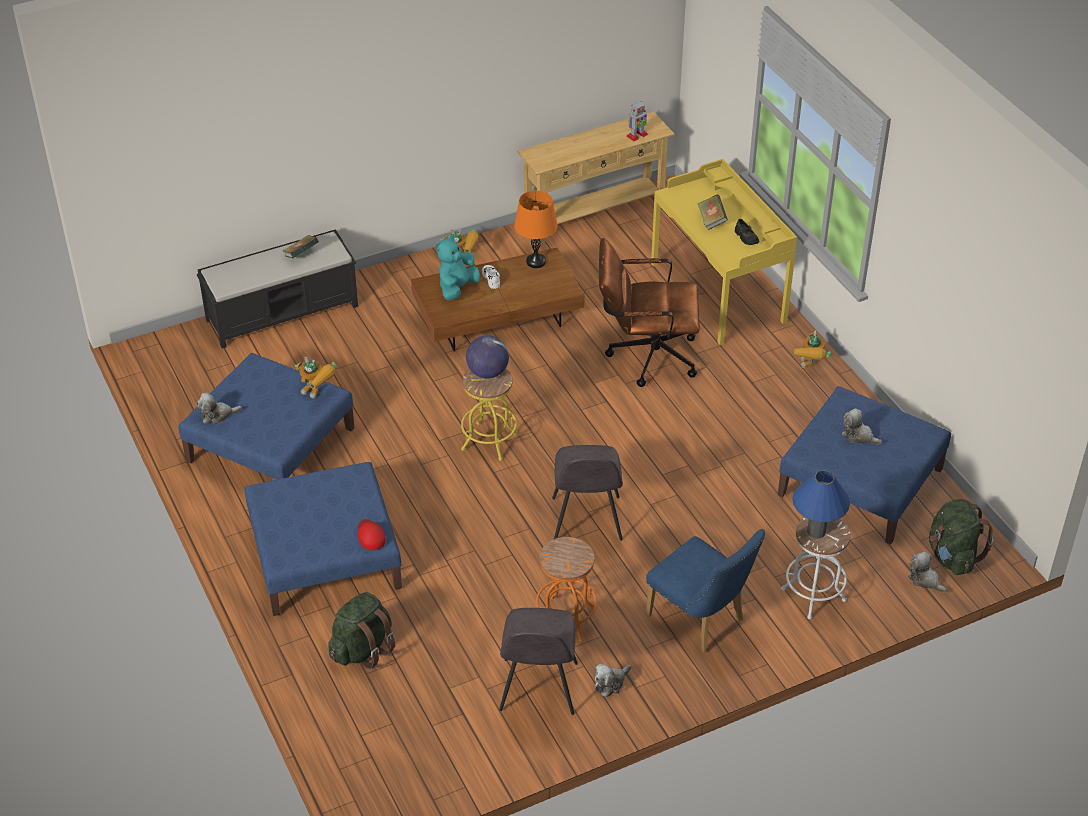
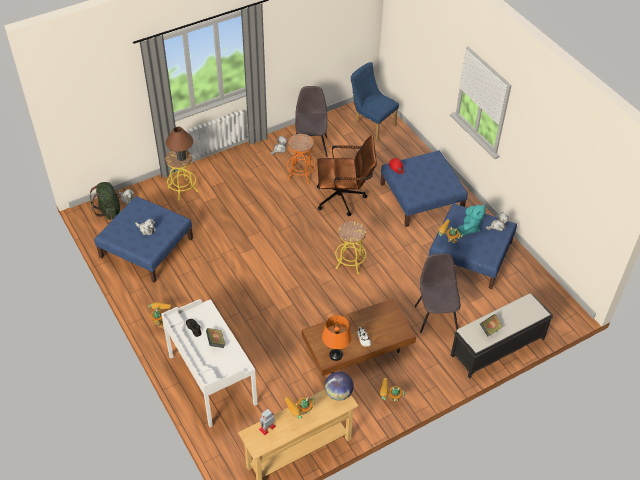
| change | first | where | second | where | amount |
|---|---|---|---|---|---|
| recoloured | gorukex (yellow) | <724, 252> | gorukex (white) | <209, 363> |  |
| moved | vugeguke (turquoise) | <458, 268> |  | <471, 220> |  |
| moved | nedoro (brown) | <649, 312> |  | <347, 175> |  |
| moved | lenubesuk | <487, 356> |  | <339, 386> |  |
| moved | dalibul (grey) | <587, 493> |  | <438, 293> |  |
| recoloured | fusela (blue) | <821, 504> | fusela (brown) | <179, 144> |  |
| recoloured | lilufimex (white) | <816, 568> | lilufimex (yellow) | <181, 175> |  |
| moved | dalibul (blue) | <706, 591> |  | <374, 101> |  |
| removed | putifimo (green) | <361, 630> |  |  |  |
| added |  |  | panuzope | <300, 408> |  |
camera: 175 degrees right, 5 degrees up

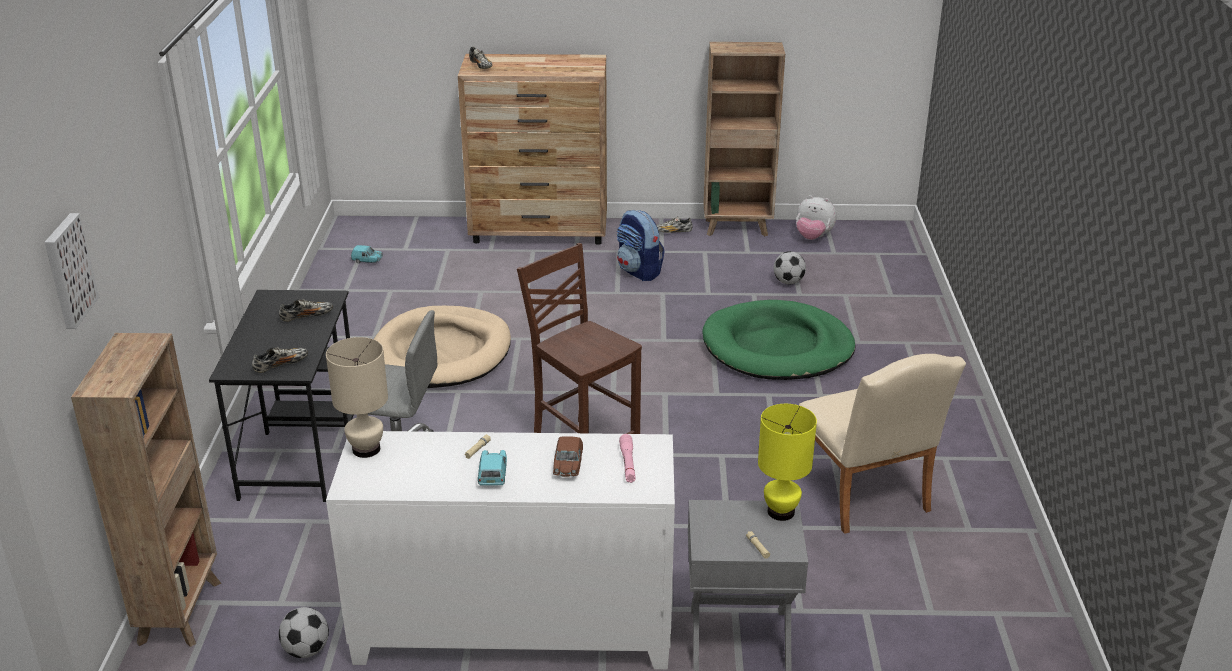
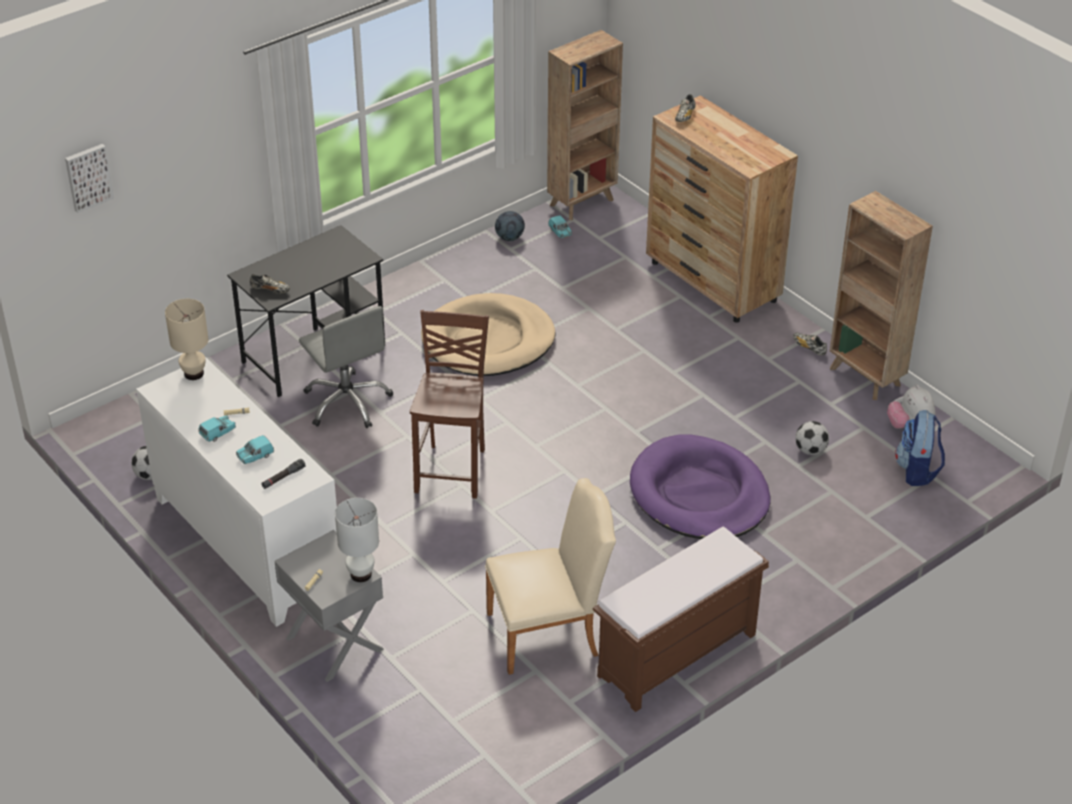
| change | first | where | second | where | amount |
|---|---|---|---|---|---|
| moved | putifimo | <641, 245> |  | <920, 448> |  |
| removed | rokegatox | <306, 310> |  |  |  |
| recoloured | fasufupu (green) | <778, 340> | fasufupu (purple) | <700, 486> |  |
| moved | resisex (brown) | <146, 490> |  | <585, 125> |  |
| turned | dalibul (beige) | <882, 444> |  | <550, 576> | 135 degrees counterclockwise |
| recoloured | fusela (yellow) | <787, 462> | fusela (white) | <357, 540> |  |
| recoloured | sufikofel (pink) | <627, 458> | sufikofel (black) | <283, 474> |  |
| recoloured | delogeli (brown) | <568, 456> | delogeli (turquoise) | <255, 449> |  |
| added |  |  | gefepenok | <510, 226> |  |
| added |  |  | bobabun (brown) | <681, 619> |  |
camera: 50 degrees right, 10 degrees up

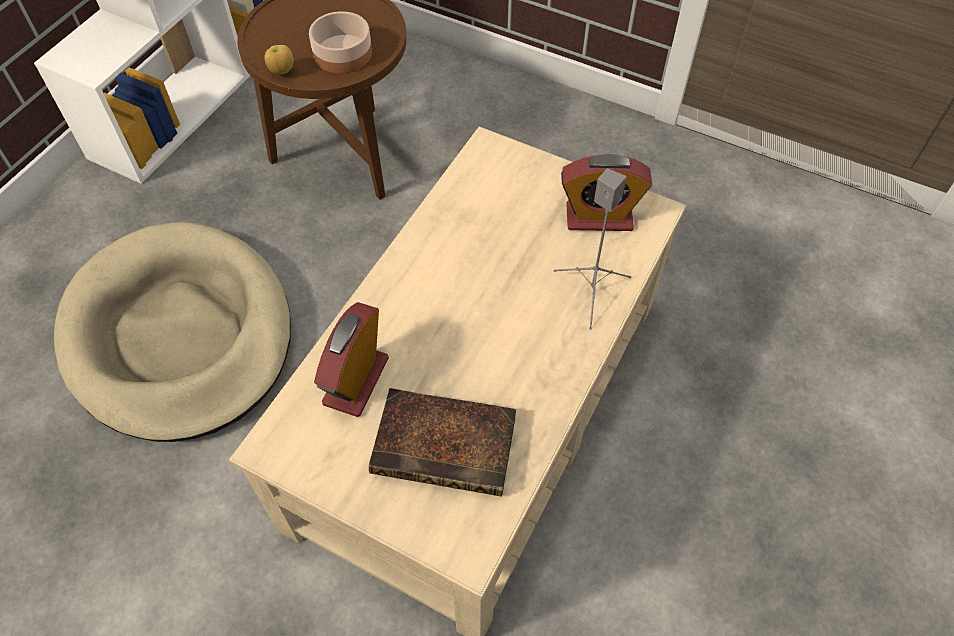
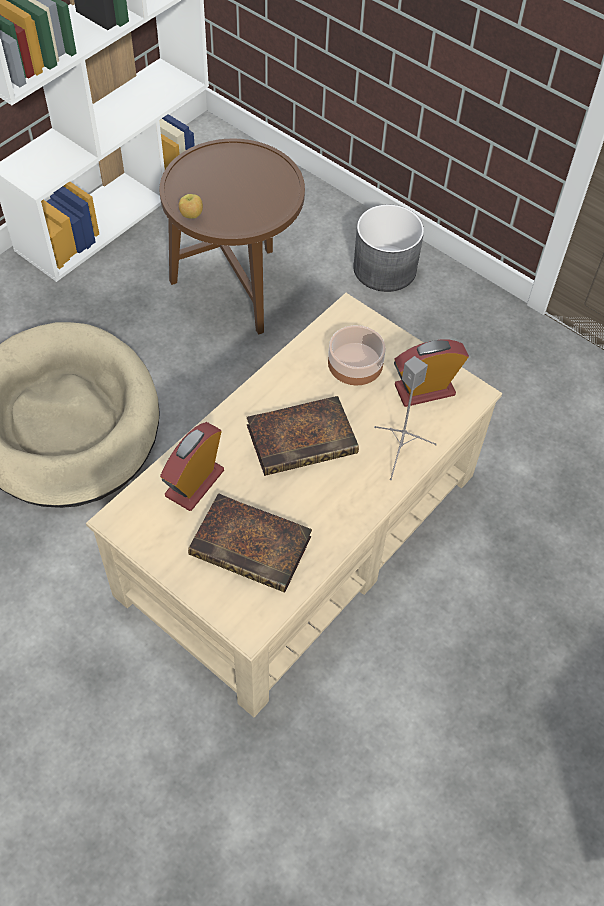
| change | first | where | second | where | amount |
|---|---|---|---|---|---|
| moved | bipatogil | <340, 42> |  | <357, 355> |  |
| turned | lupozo | <606, 192> |  | <431, 373> | 150 degrees clockwise |
| added |  |  | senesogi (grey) | <388, 248> |  |
| added |  |  | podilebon | <303, 436> |  |
camera: 10 degrees right, 0 degrees up

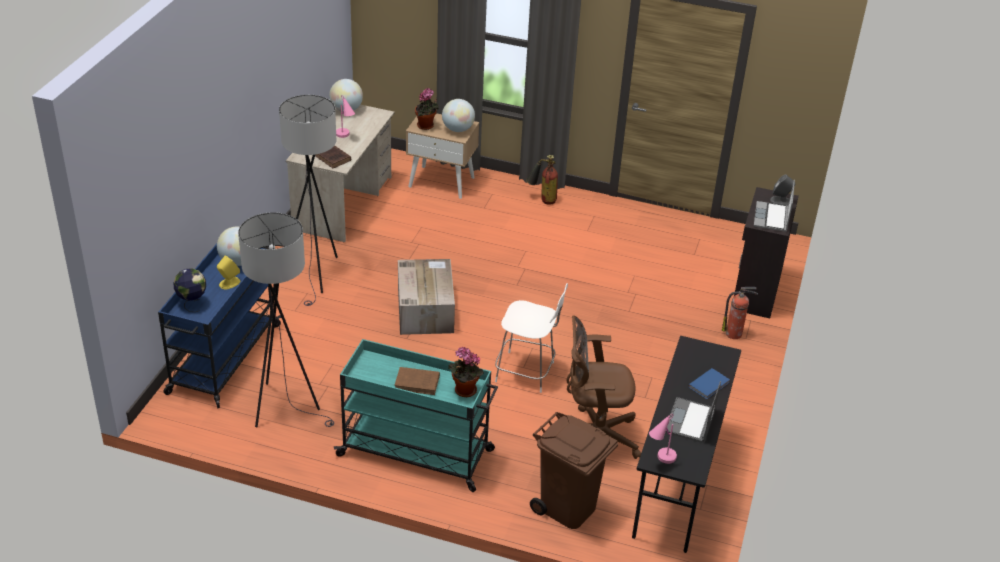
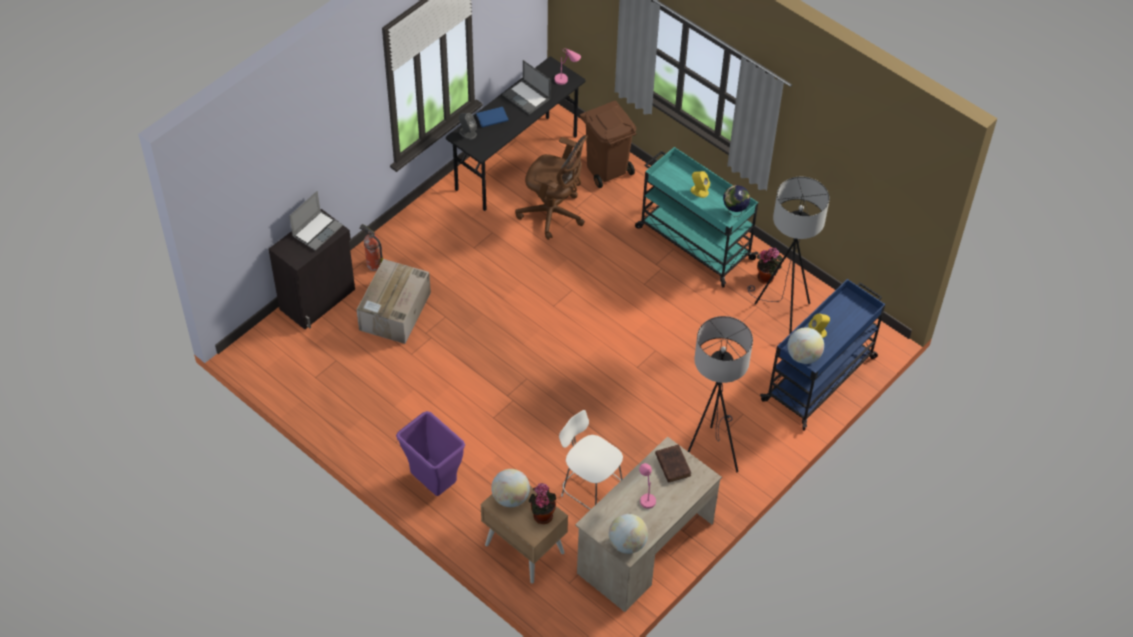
| change | first | where | second | where | amount |
|---|---|---|---|---|---|
| replaced | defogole | <542, 180> | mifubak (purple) | <430, 453> |  |
| moved | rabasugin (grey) | <782, 190> |  | <468, 126> |  |
| moved | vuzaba | <426, 297> |  | <394, 301> |  |
| moved | lenubesuk | <189, 290> |  | <736, 201> |  |
| moved | dalibul (white) | <531, 338> |  | <591, 460> |  |
| moved | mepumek | <466, 372> |  | <769, 265> |  |
| replaced | podilebon (brown) | <417, 381> | rabasugin (yellow) | <700, 184> |  |
| turned | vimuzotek | <693, 412> |  | <526, 87> | 90 degrees clockwise |
camera: 155 degrees left, 15 degrees up

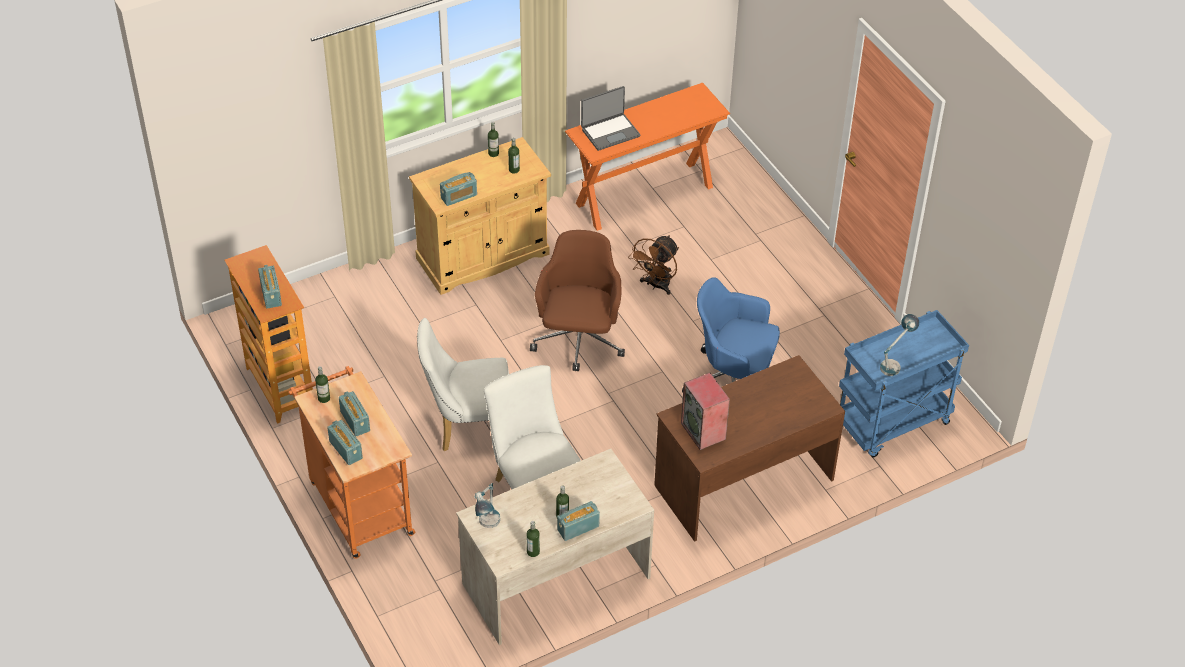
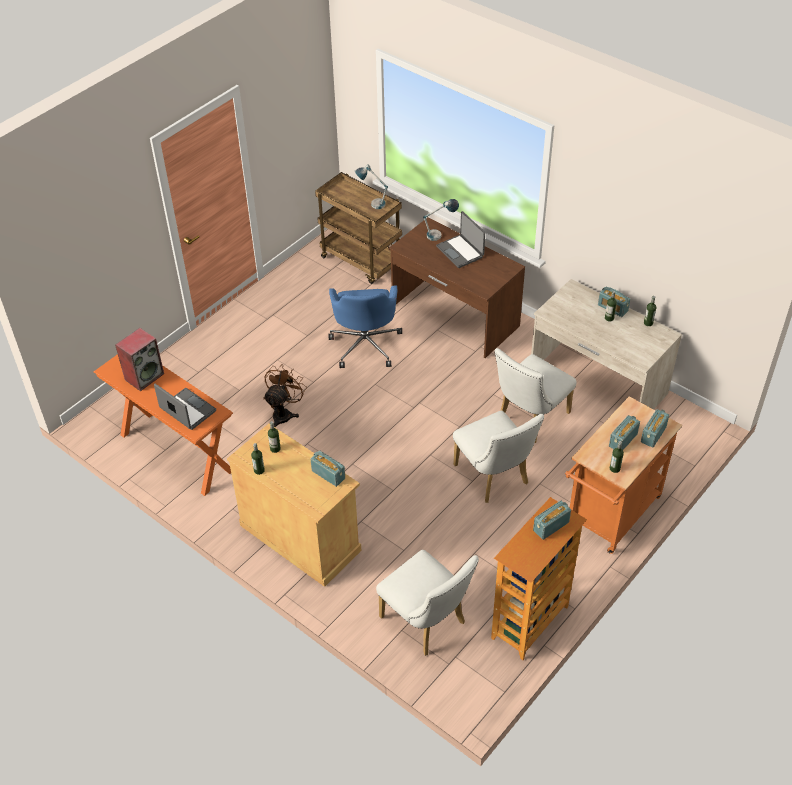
| change | first | where | second | where | amount |
|---|---|---|---|---|---|
| removed | nedoro (brown) | <577, 300> |  |  |  |
| turned | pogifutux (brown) | <653, 265> |  | <285, 396> | 75 degrees counterclockwise |
| recoloured | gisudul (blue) | <904, 383> | gisudul (brown) | <358, 228> |  |
| moved | rabasugin | <705, 411> |  | <139, 359> |  |
| moved | fusela | <487, 505> |  | <441, 220> |  |
| added |  |  | vimuzotek | <460, 239> |  |
| added |  |  | dalibul (white) | <427, 603> |  |
camera: 110 degrees left, 0 degrees up

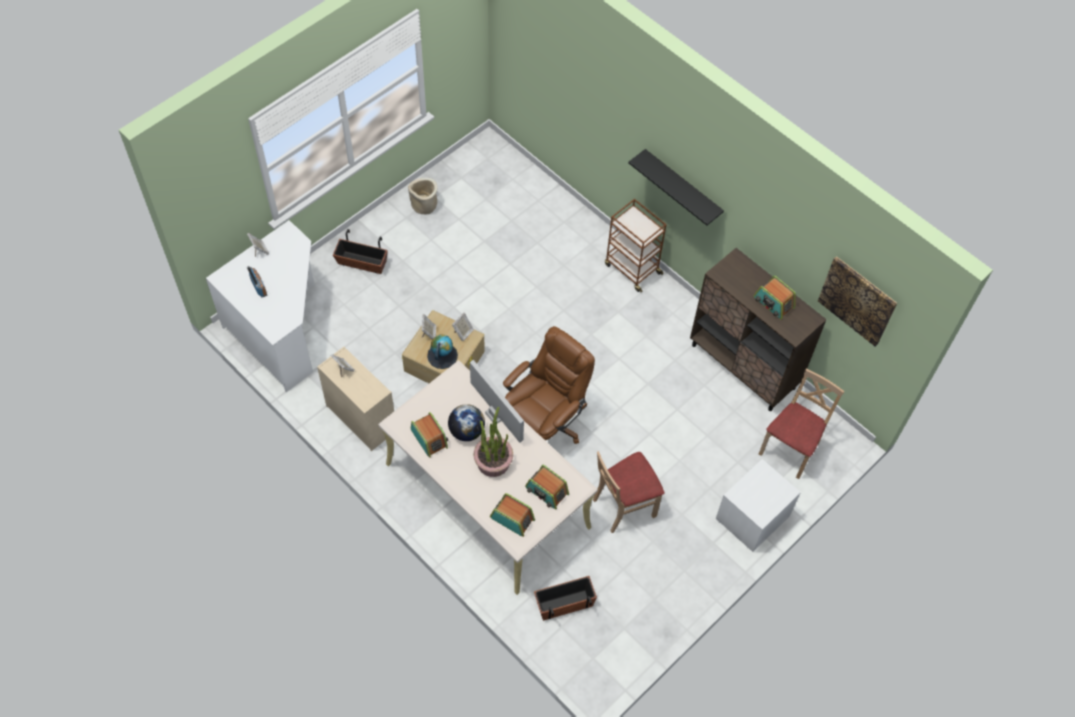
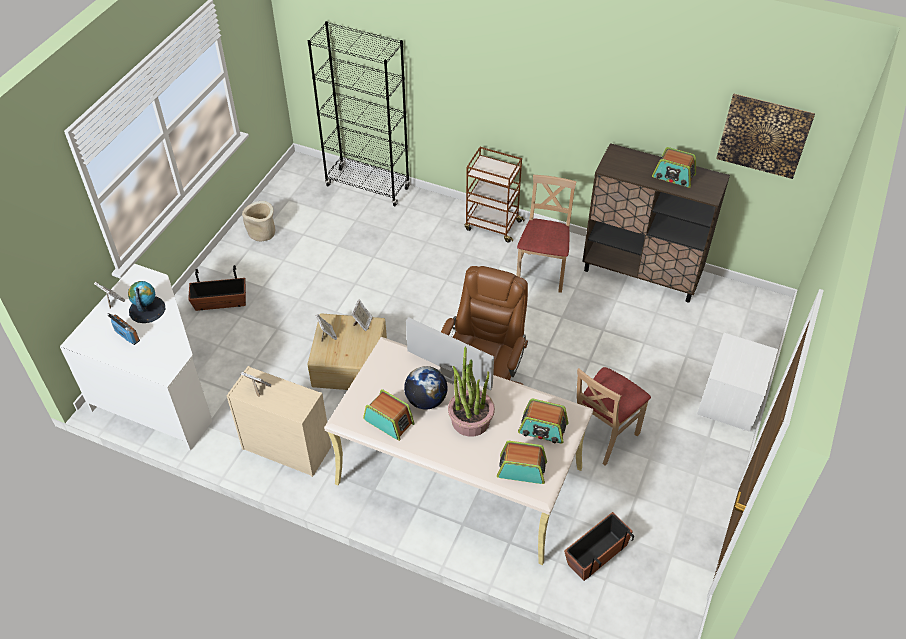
| change | first | where | second | where | amount |
|---|---|---|---|---|---|
| removed | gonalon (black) | <676, 187> |  |  |  |
| moved | lenubesuk | <442, 352> |  | <146, 302> |  |
| moved | dalibul (beige) | <801, 424> |  | <546, 234> |  |
| added |  |  | resisex (black) | <359, 113> |  |
camera: 20 degrees left, 10 degrees down

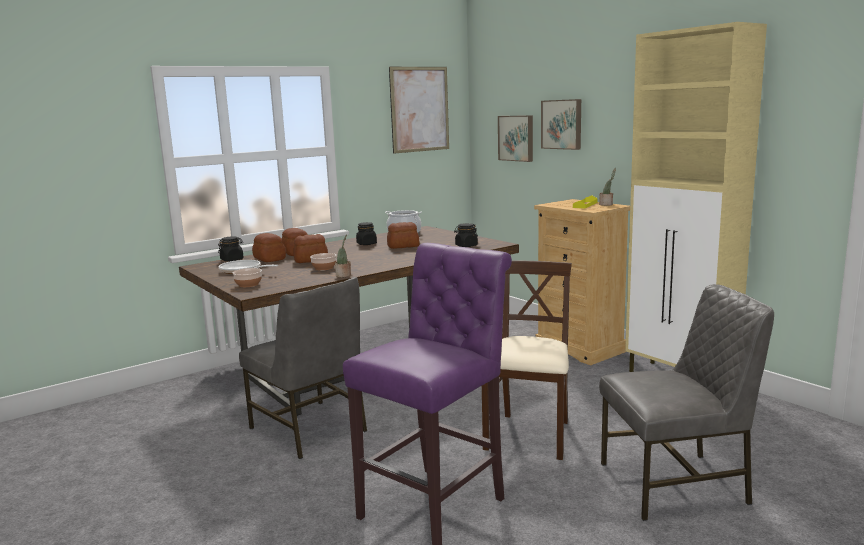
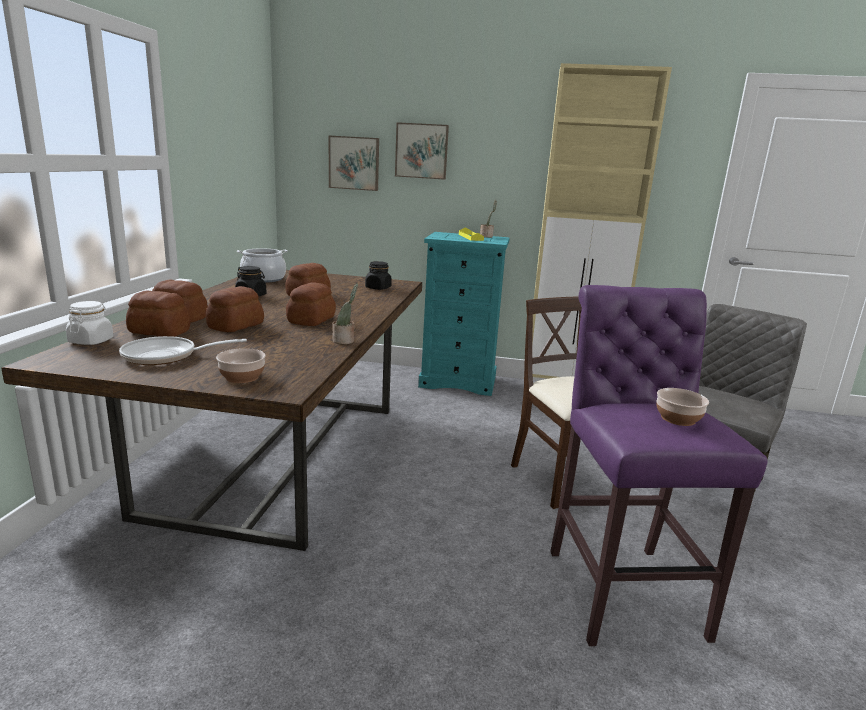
| change | first | where | second | where | amount |
|---|---|---|---|---|---|
| removed | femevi | <419, 110> |  |  |  |
| recoloured | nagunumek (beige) | <582, 282> | nagunumek (turquoise) | <464, 314> |  |
| recoloured | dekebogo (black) | <231, 248> | dekebogo (white) | <90, 323> |  |
| moved | bipatogil | <323, 261> |  | <683, 407> |  |
| removed | dalibul (grey) | <303, 368> |  |  |  |
| added |  |  | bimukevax | <311, 304> |  |
camera: 45 degrees left, 5 degrees up

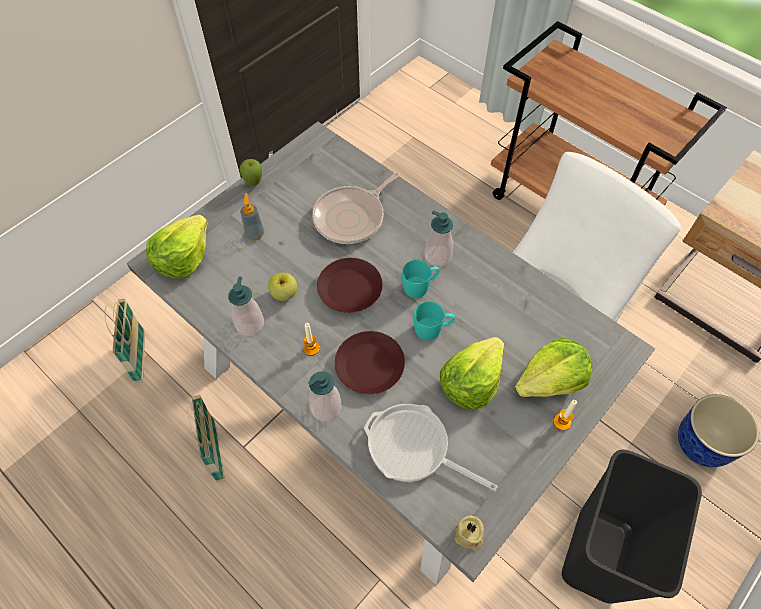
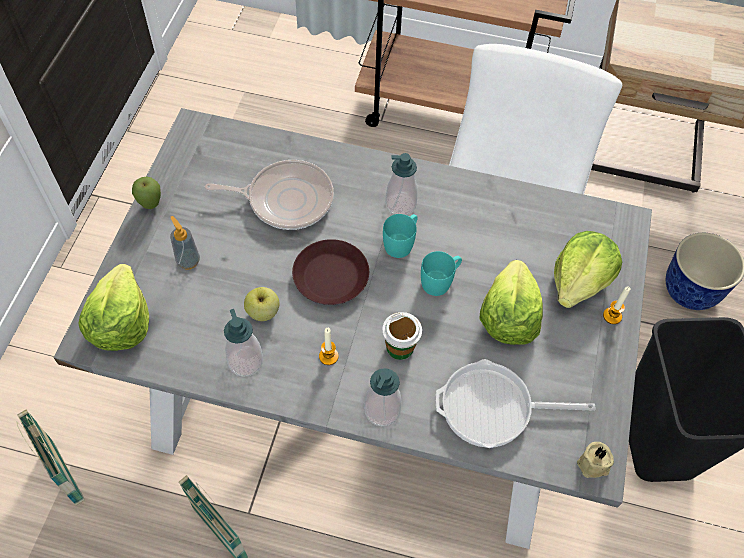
| change | first | where | second | where | amount |
|---|---|---|---|---|---|
| turned | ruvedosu | <356, 208> |  | <269, 195> | 105 degrees counterclockwise |
| replaced | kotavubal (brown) | <370, 362> | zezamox | <402, 336> |  |
camera: 30 degrees left, 0 degrees up

